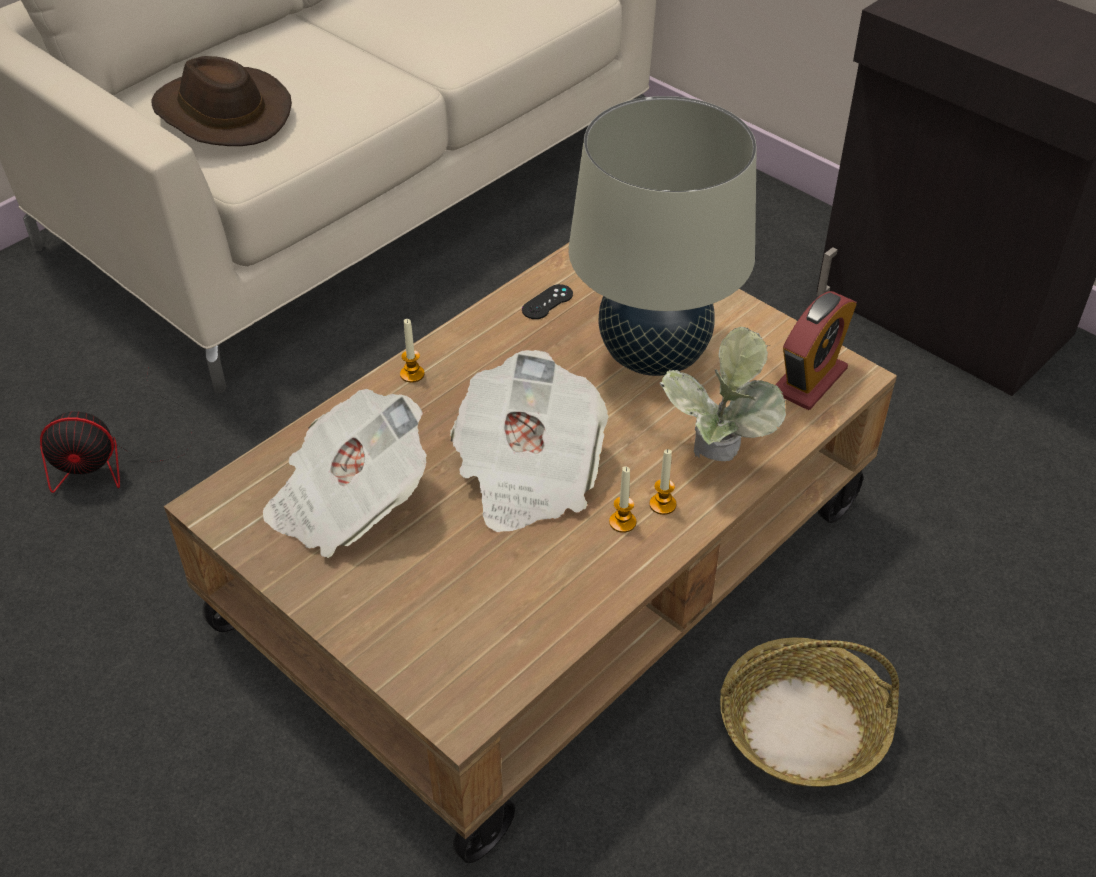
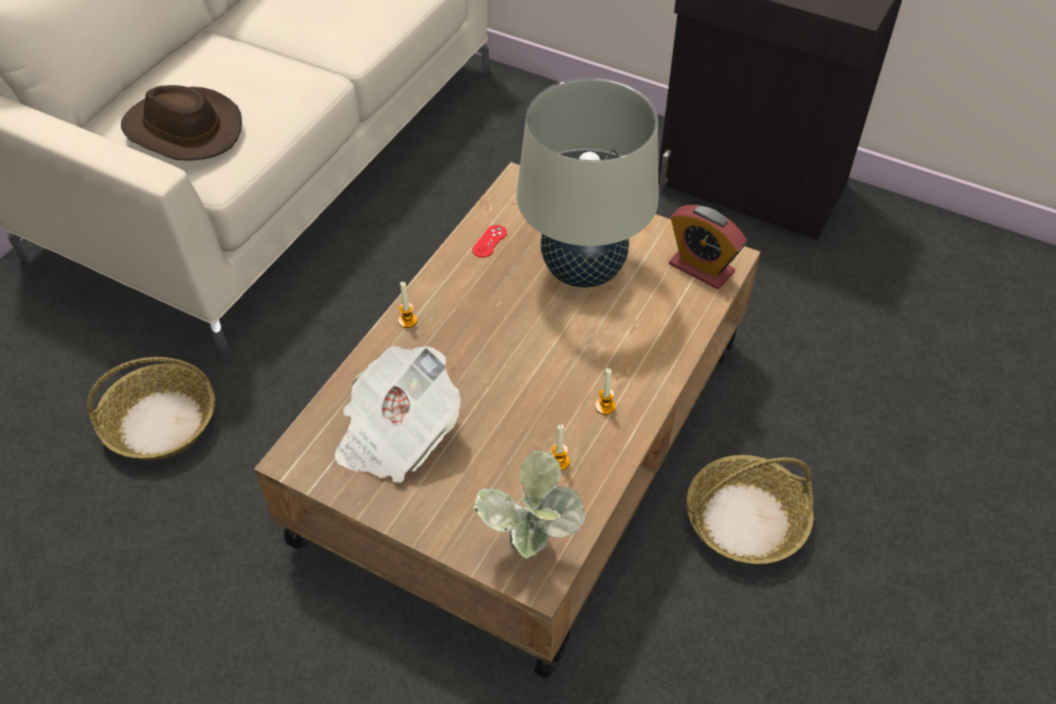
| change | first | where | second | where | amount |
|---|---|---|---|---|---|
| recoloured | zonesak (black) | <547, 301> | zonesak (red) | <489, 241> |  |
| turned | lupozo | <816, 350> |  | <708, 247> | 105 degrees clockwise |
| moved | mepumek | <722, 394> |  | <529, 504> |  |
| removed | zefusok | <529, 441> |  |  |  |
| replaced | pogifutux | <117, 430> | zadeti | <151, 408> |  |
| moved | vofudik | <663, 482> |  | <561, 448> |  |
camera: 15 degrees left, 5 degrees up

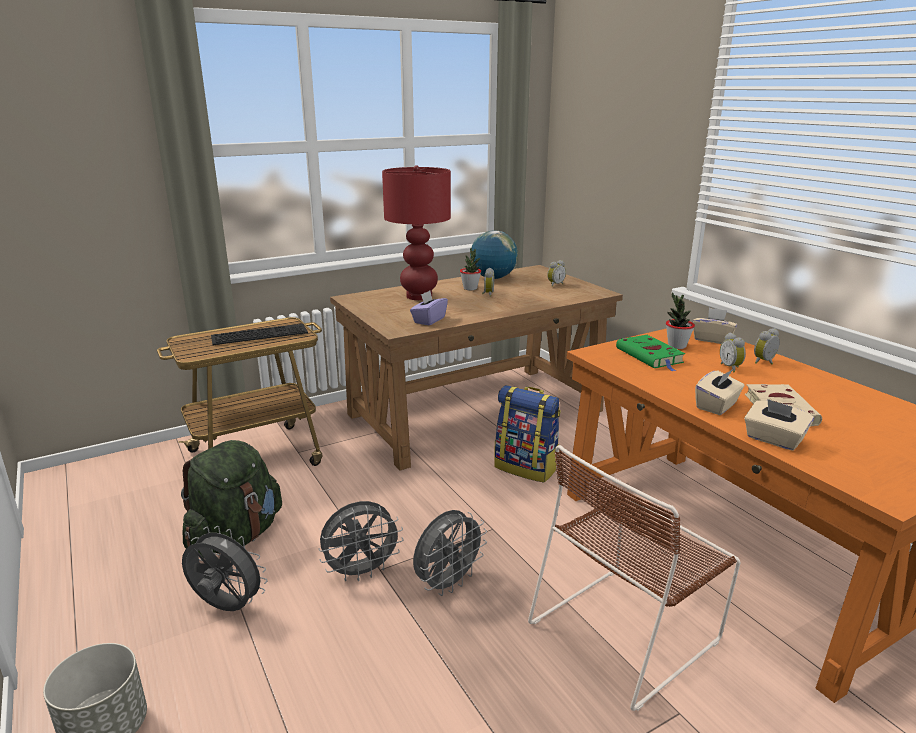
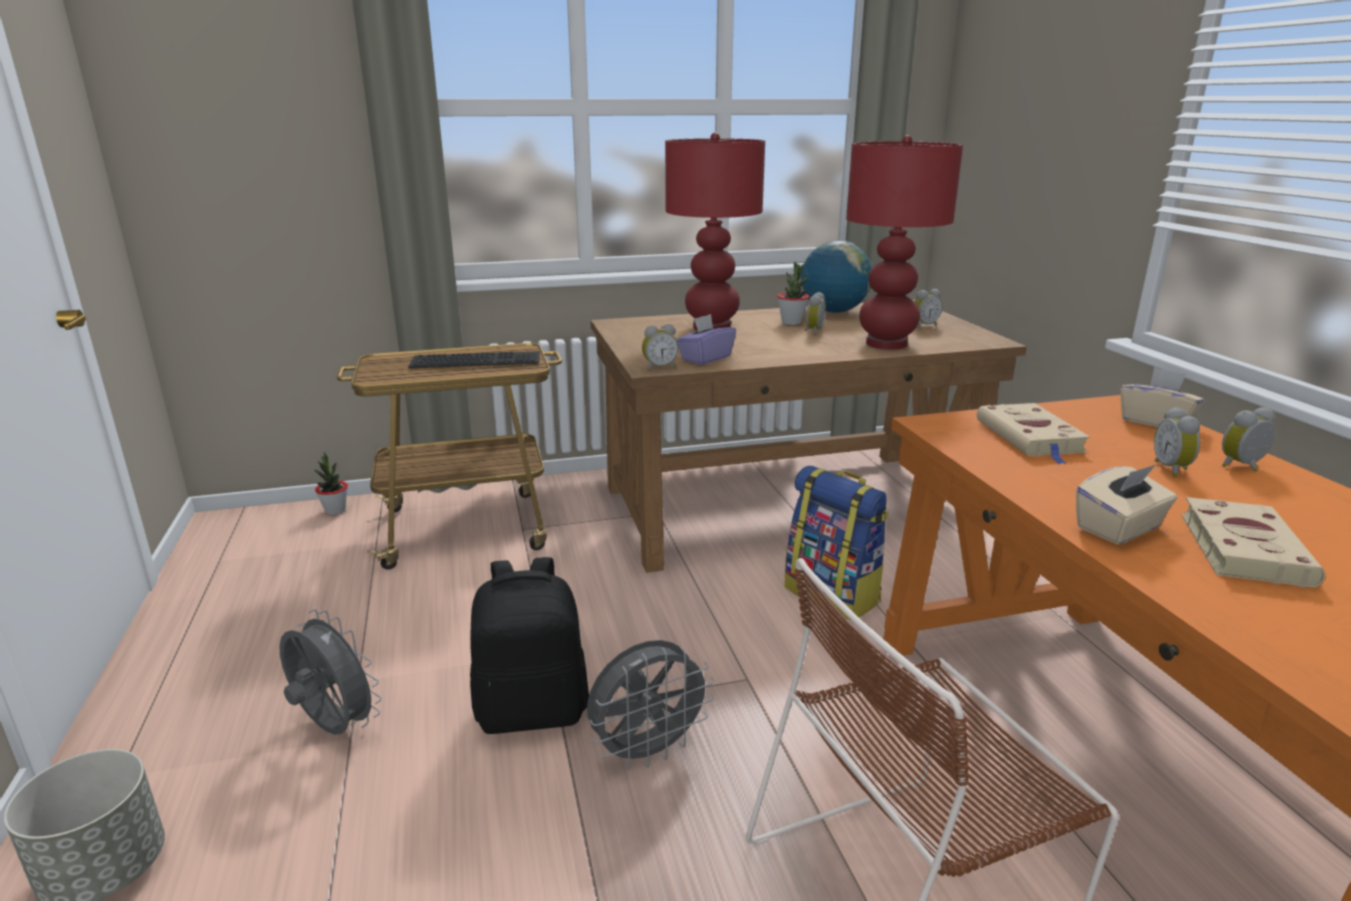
| change | first | where | second | where | amount |
|---|---|---|---|---|---|
| moved | mepumek | <680, 320> |  | <331, 483> |  |
| recoloured | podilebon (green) | <650, 353> | podilebon (beige) | <1033, 433> |  |
| removed | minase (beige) | <779, 425> |  |  |  |
| removed | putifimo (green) | <231, 499> |  |  |  |
| replaced | pogifutux (grey) | <360, 541> | putifimo (black) | <529, 645> |  |
| added |  |  | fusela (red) | <904, 242> |  |
| added |  |  | lupozo | <660, 347> |  |
camera: 15 degrees right, 0 degrees up

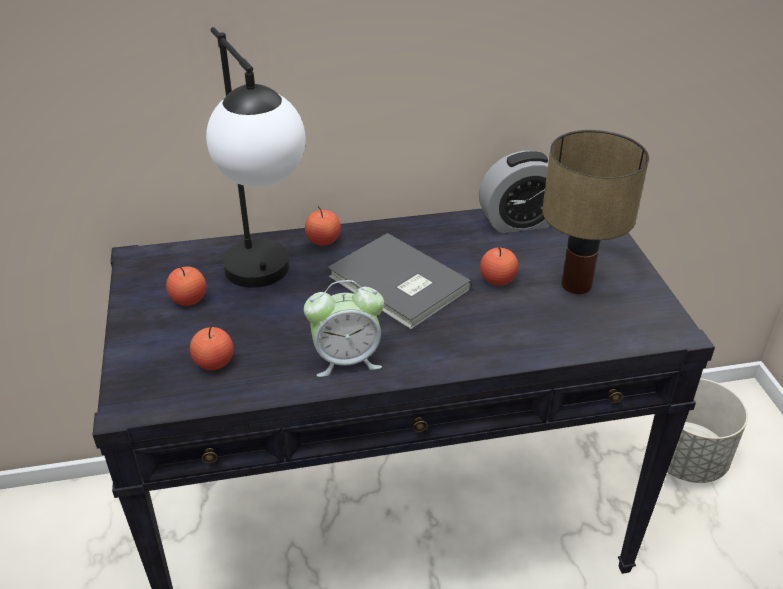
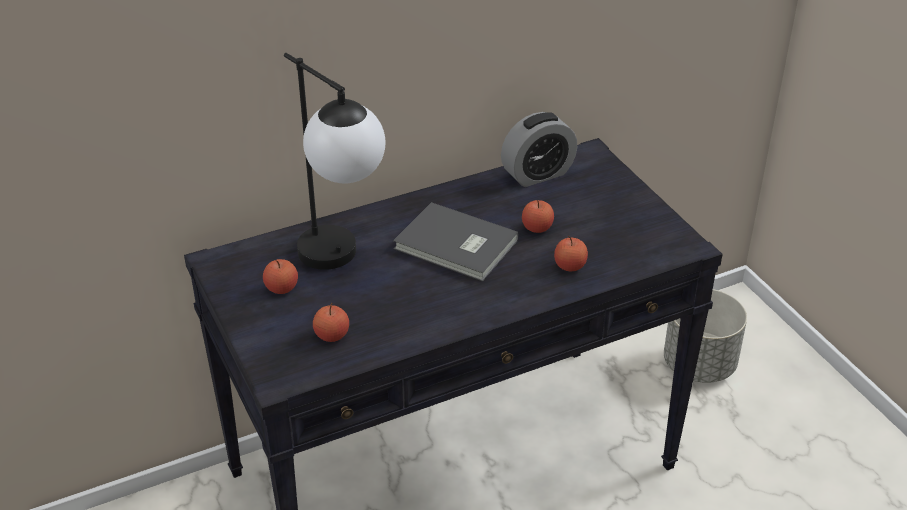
| change | first | where | second | where | amount |
|---|---|---|---|---|---|
| removed | fusela | <595, 212> |  |  |  |
| moved | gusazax | <323, 226> |  | <571, 253> |  |
| removed | lupozo | <344, 328> |  |  |  |
camera: 15 degrees left, 0 degrees up

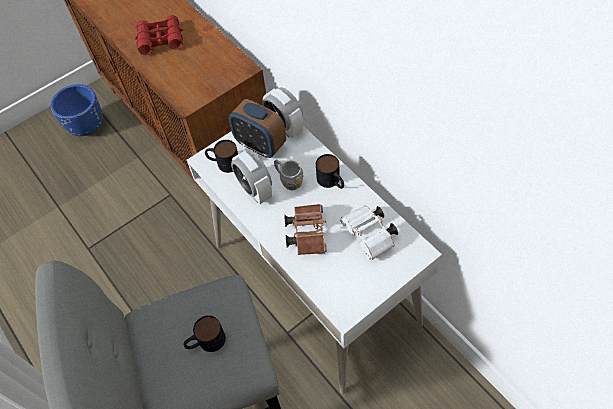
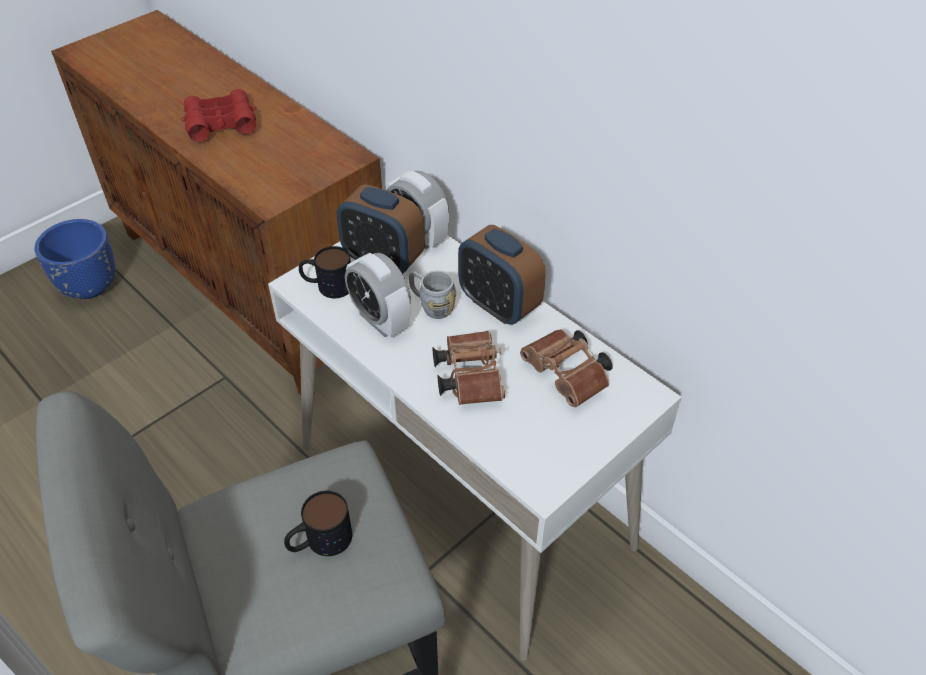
| change | first | where | second | where | amount |
|---|---|---|---|---|---|
| replaced | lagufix | <330, 171> | lupozo | <502, 275> |  |
| recoloured | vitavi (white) | <369, 233> | vitavi (brown) | <566, 368> |  |
camera: 10 degrees left, 10 degrees down

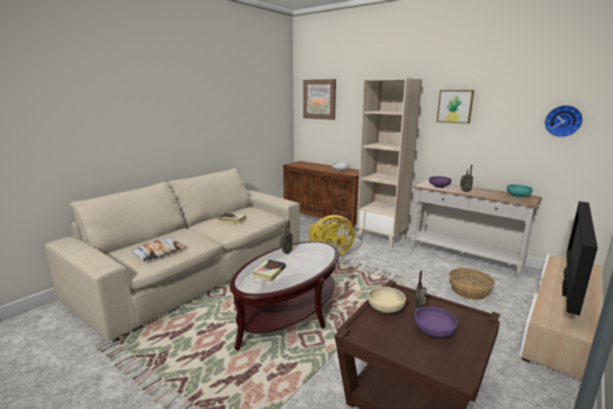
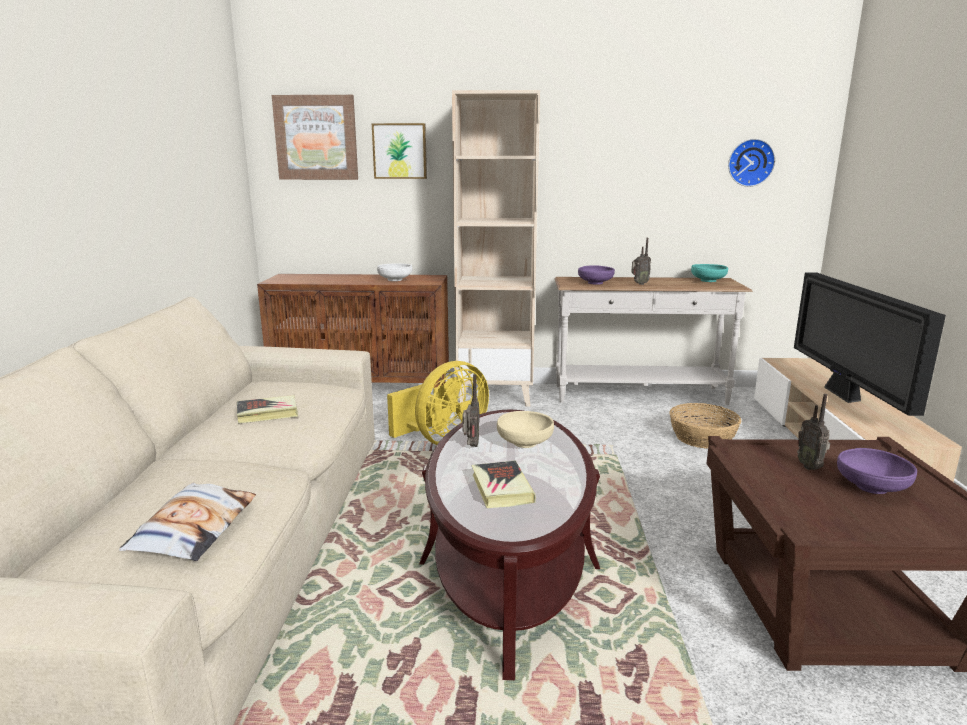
| change | first | where | second | where | amount |
|---|---|---|---|---|---|
| moved | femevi | <455, 107> |  | <399, 151> |  |
| moved | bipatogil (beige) | <387, 299> |  | <525, 429> |  |
camera: 35 degrees left, 0 degrees up

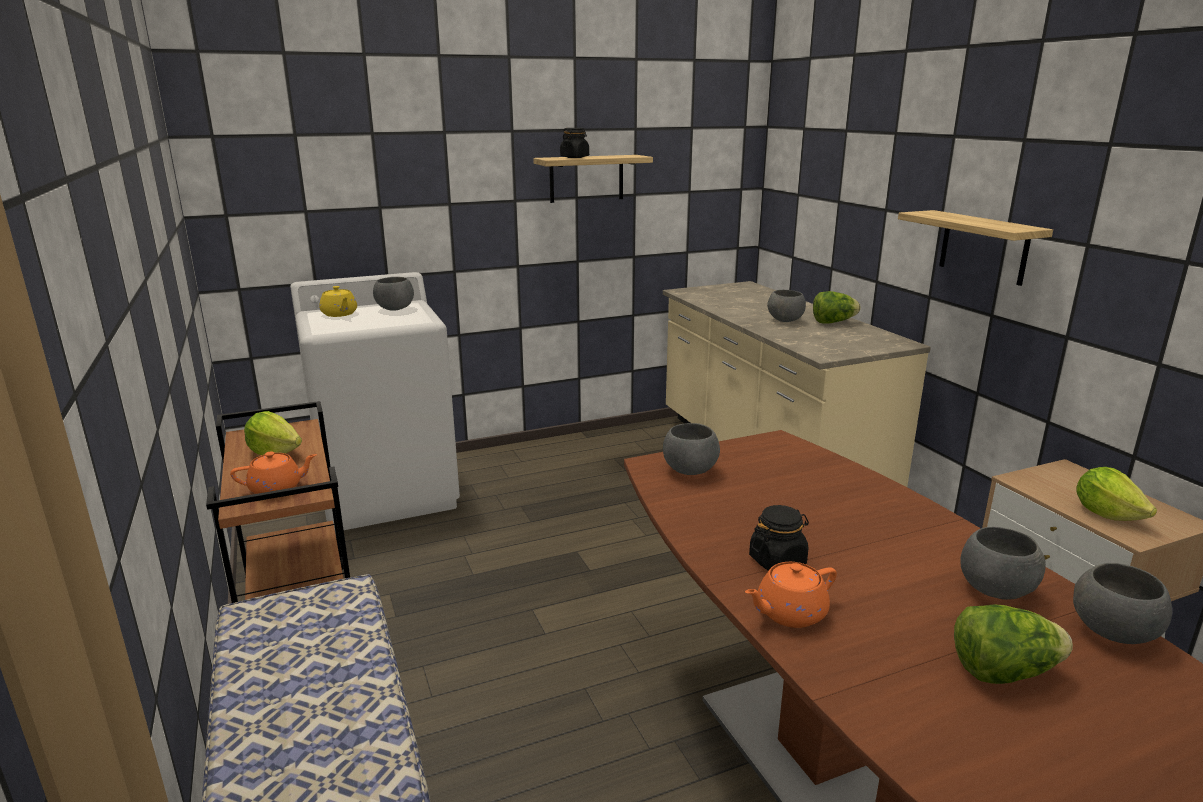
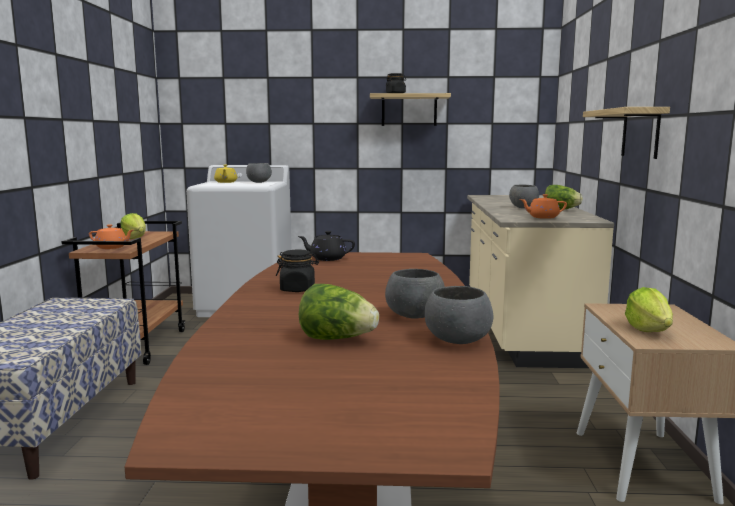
| change | first | where | second | where | amount |
|---|---|---|---|---|---|
| replaced | bipatogil (grey) | <691, 449> | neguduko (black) | <326, 246> |  |
| moved | neguduko (orange) | <791, 595> |  | <543, 206> |  |
camera: 25 degrees right, 10 degrees down

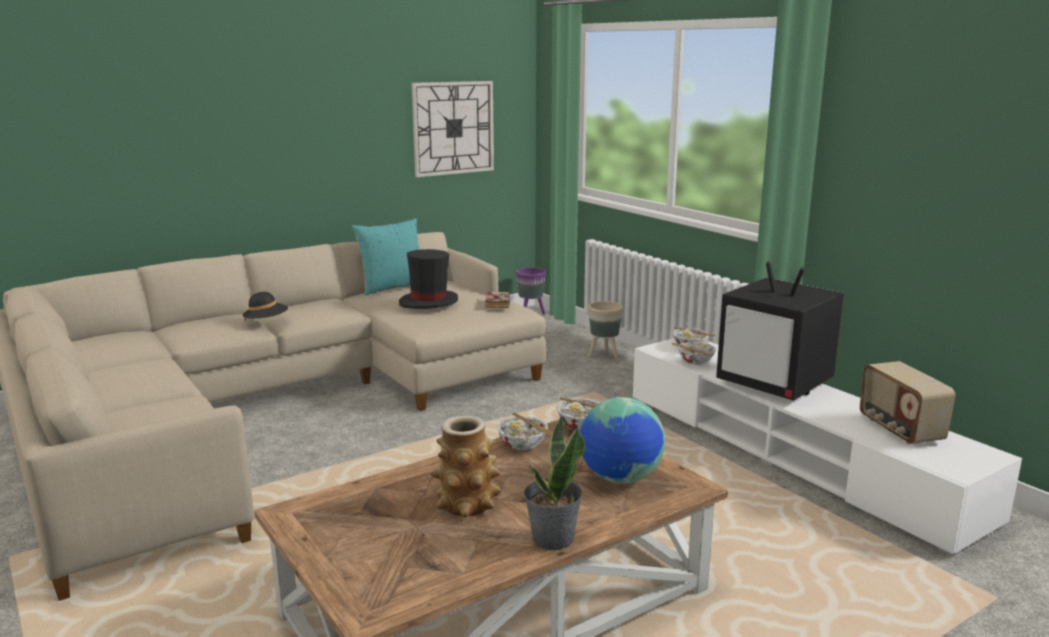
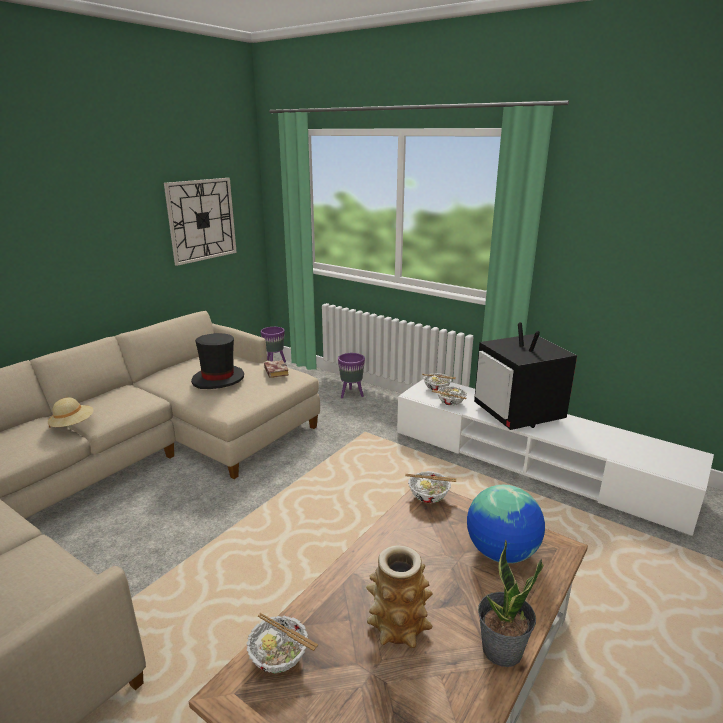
| change | first | where | second | where | amount |
|---|---|---|---|---|---|
| removed | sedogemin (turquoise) | <385, 257> |  |  |  |
| turned | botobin | <780, 331> |  | <525, 376> | 45 degrees clockwise |
| recoloured | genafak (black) | <265, 306> | genafak (beige) | <70, 412> |  |
| recoloured | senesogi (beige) | <605, 330> | senesogi (purple) | <351, 375> |  |
| removed | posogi | <908, 402> |  |  |  |
| moved | bipatogil | <524, 431> |  | <282, 643> |  |
camera: 20 degrees left, 5 degrees up

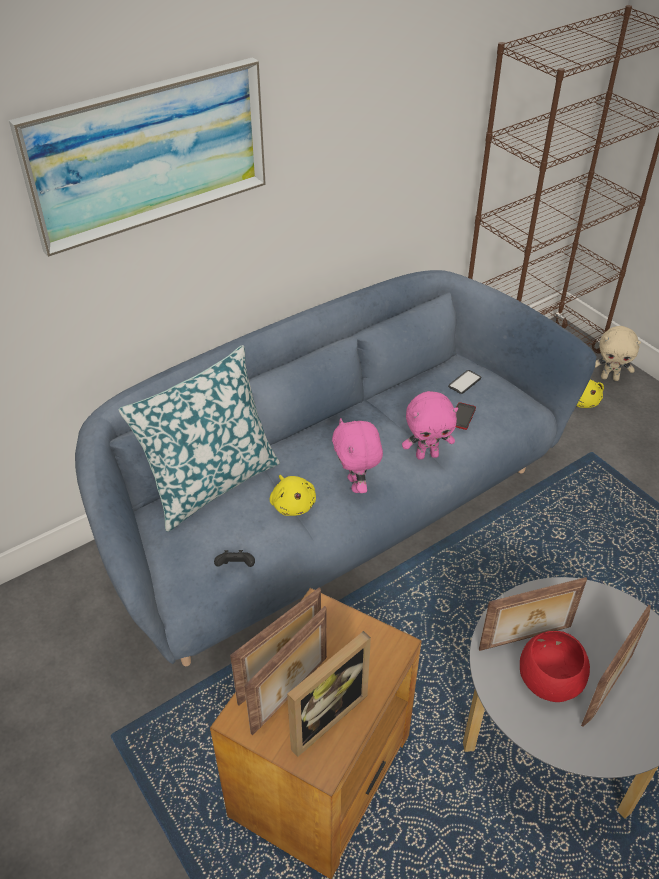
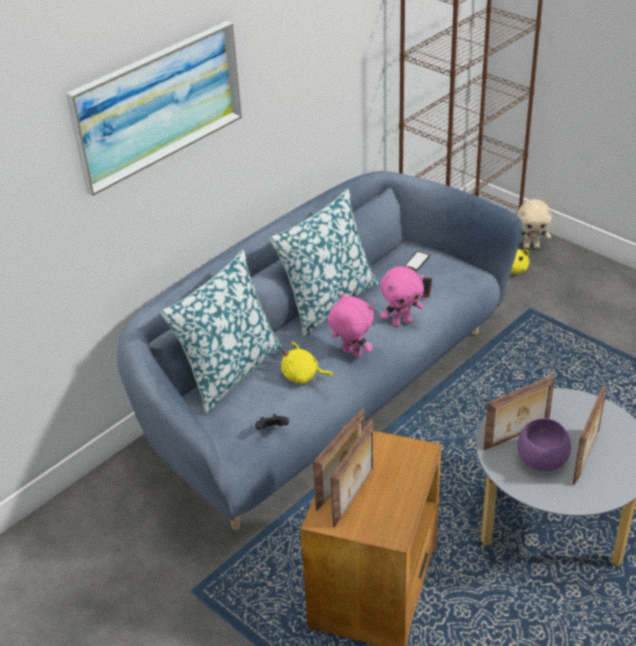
| change | first | where | second | where | amount |
|---|---|---|---|---|---|
| turned | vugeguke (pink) | <357, 455> |  | <351, 325> | 150 degrees clockwise |
| turned | vugeguke (yellow) | <293, 495> |  | <307, 363> | 135 degrees clockwise |
| removed | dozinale | <329, 694> |  |  |  |
| recoloured | bipatogil (red) | <555, 666> | bipatogil (purple) | <544, 444> |  |
| added |  |  | sedogemin | <323, 263> |  |
camera: 10 degrees left, 5 degrees down

